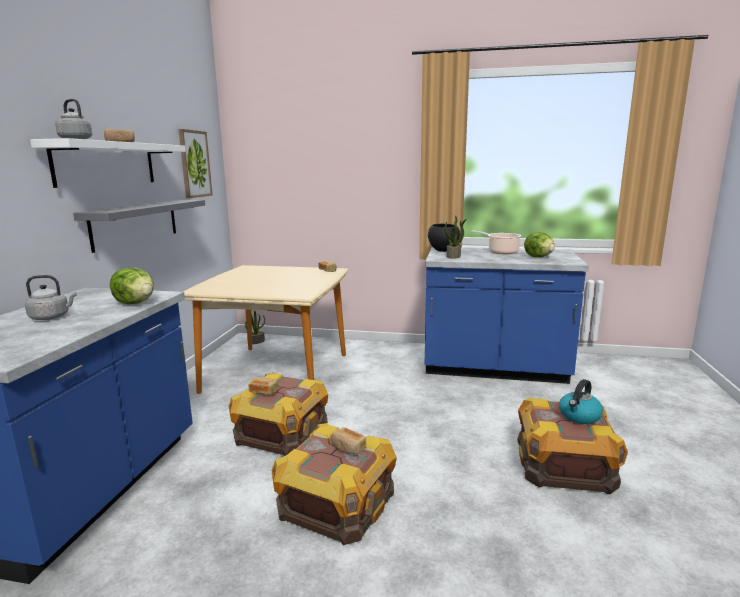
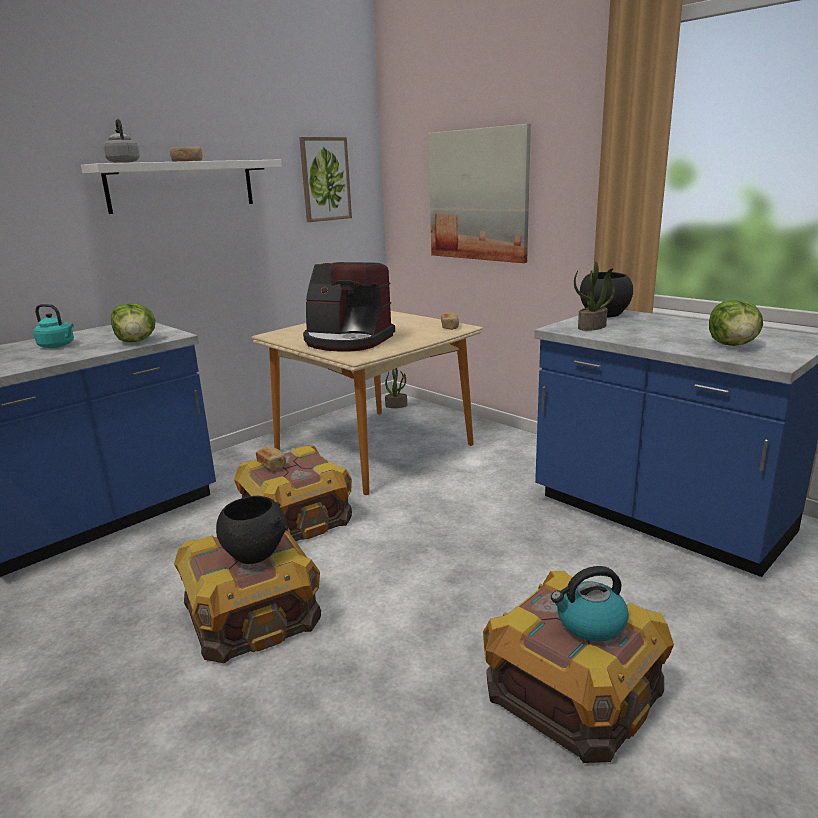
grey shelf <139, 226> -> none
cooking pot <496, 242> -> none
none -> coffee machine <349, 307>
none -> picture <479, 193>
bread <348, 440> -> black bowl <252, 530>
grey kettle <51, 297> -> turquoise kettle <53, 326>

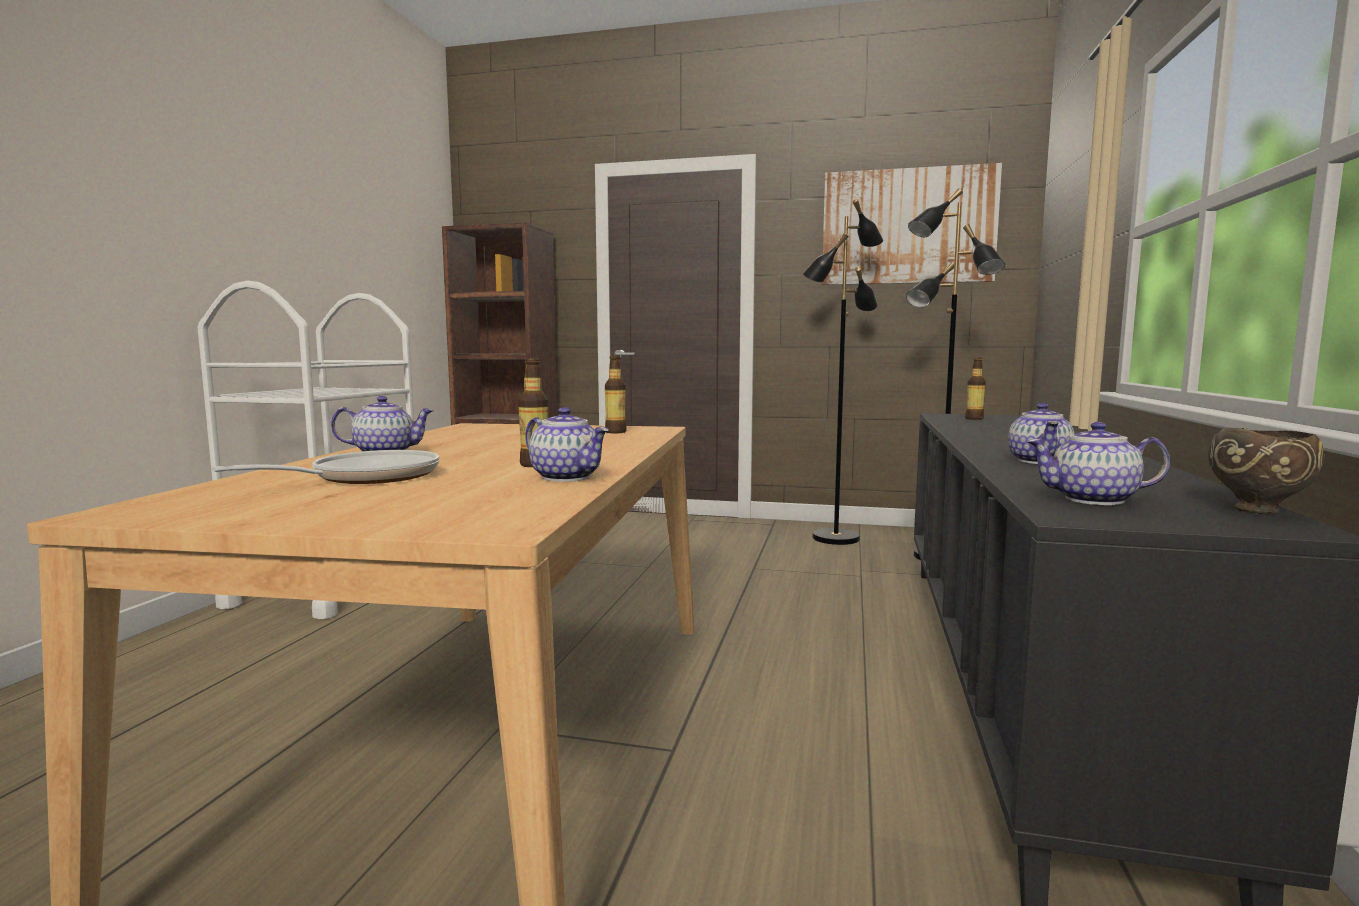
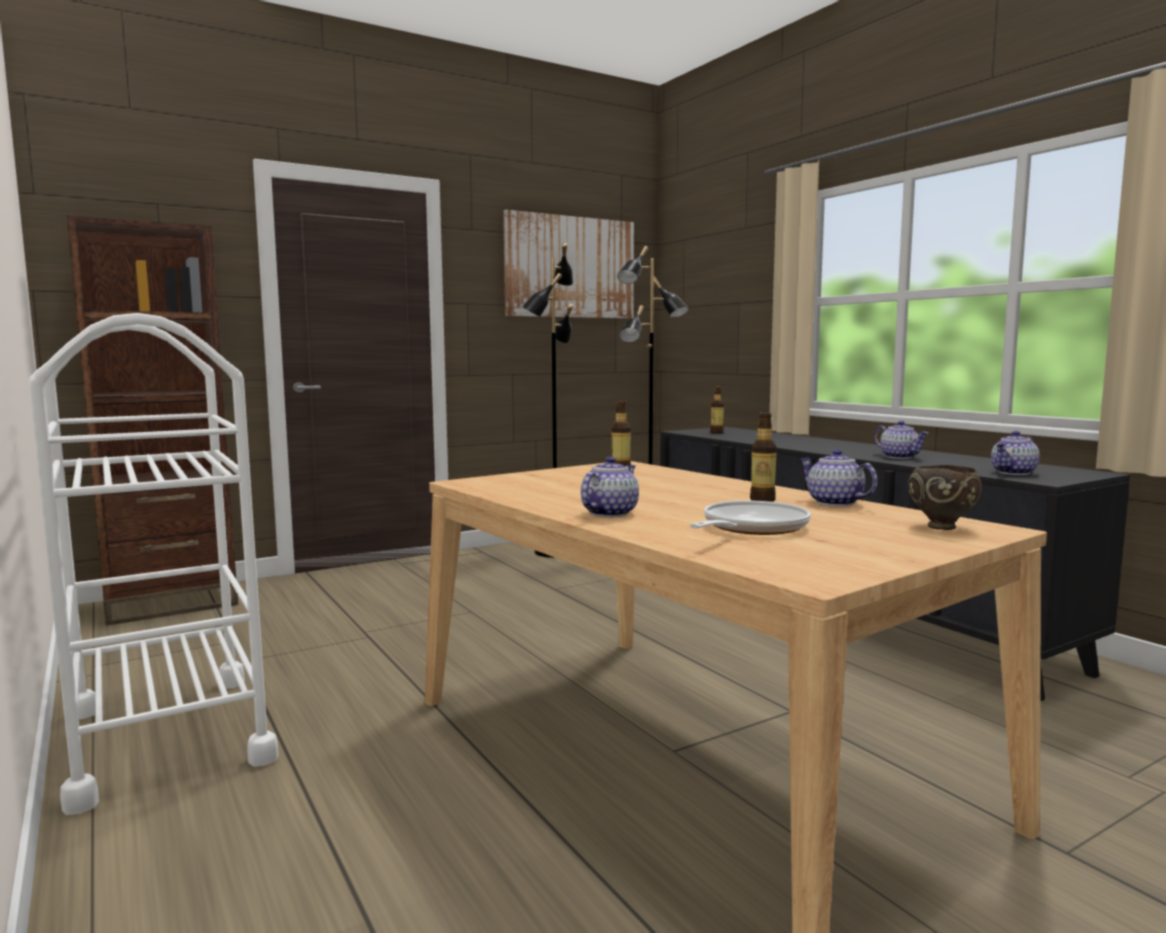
brown bowl <1266, 471> -> brown bowl <945, 497>, moved
frying pan <326, 467> -> frying pan <750, 517>, 45 degrees clockwise
teapot <567, 444> -> teapot <839, 477>, 120 degrees counterclockwise

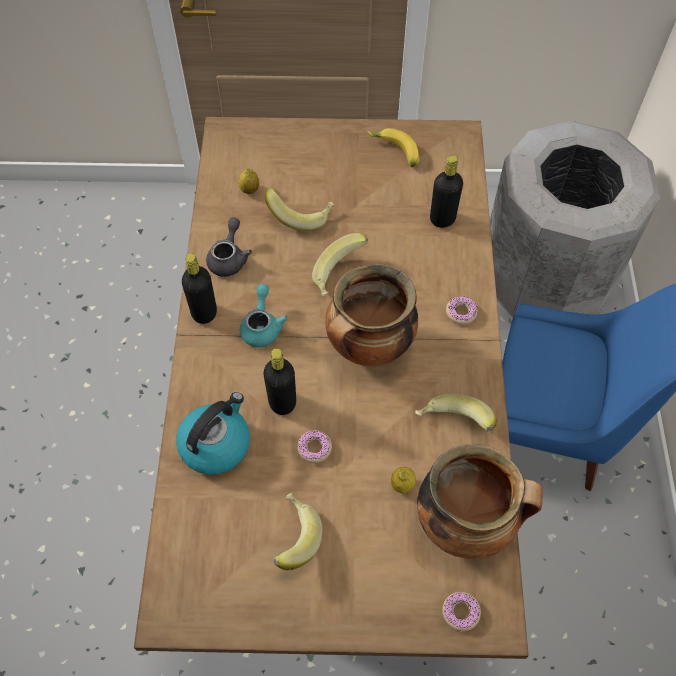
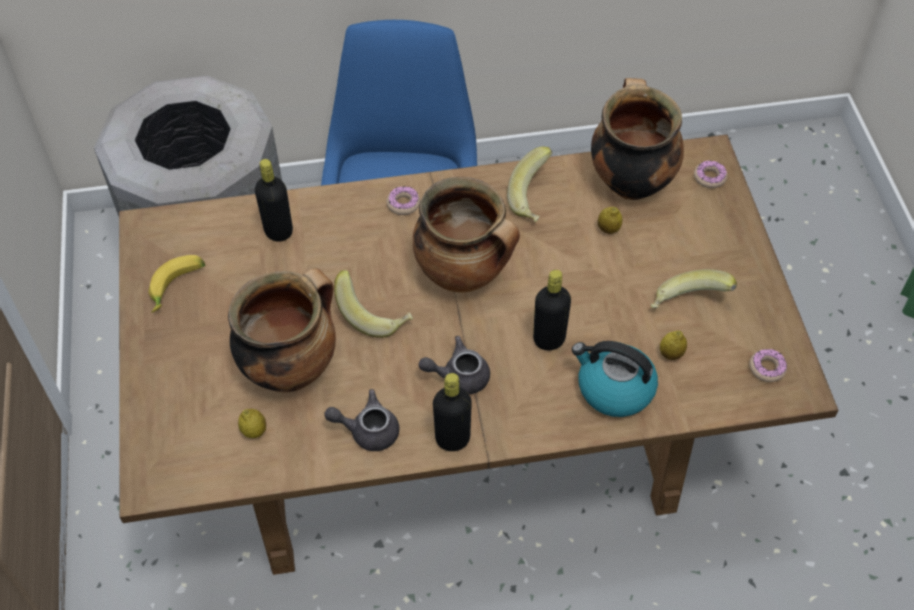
none -> lemon <673, 345>
donut <314, 446> -> donut <768, 365>, moved
banana <300, 210> -> cooking pot <282, 330>
turquoise teapot <264, 316> -> grey teapot <454, 365>

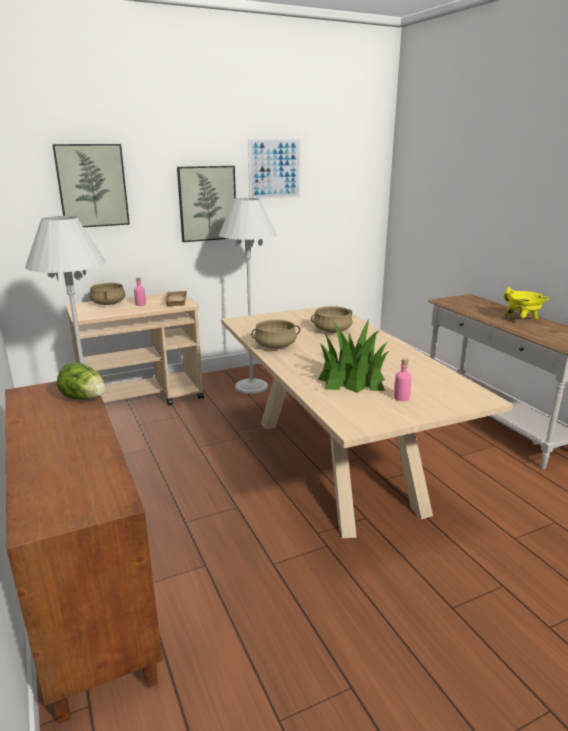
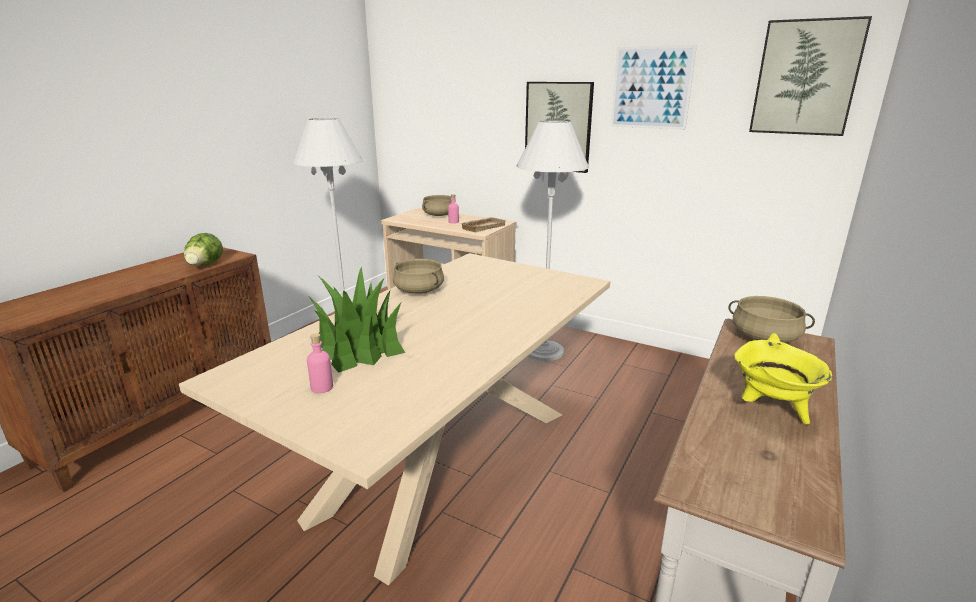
picture <91, 185> -> picture <810, 76>, moved
beige cooking pot <332, 319> -> beige cooking pot <771, 319>, moved

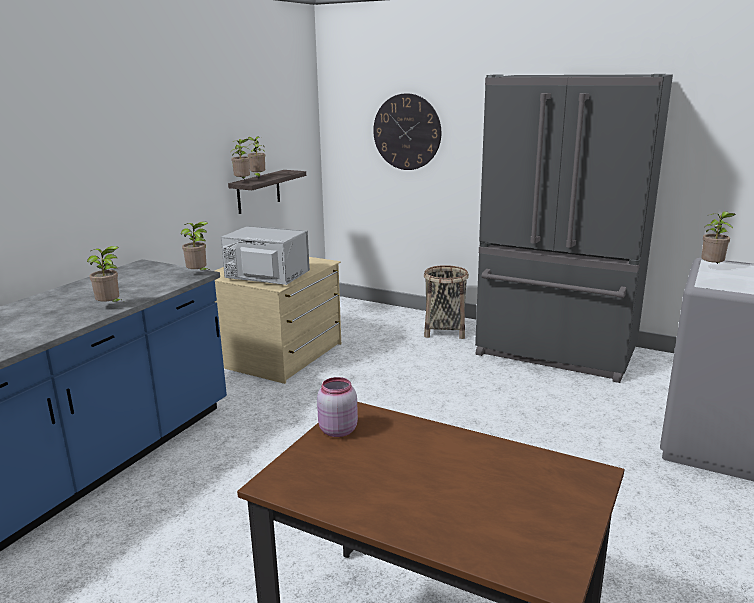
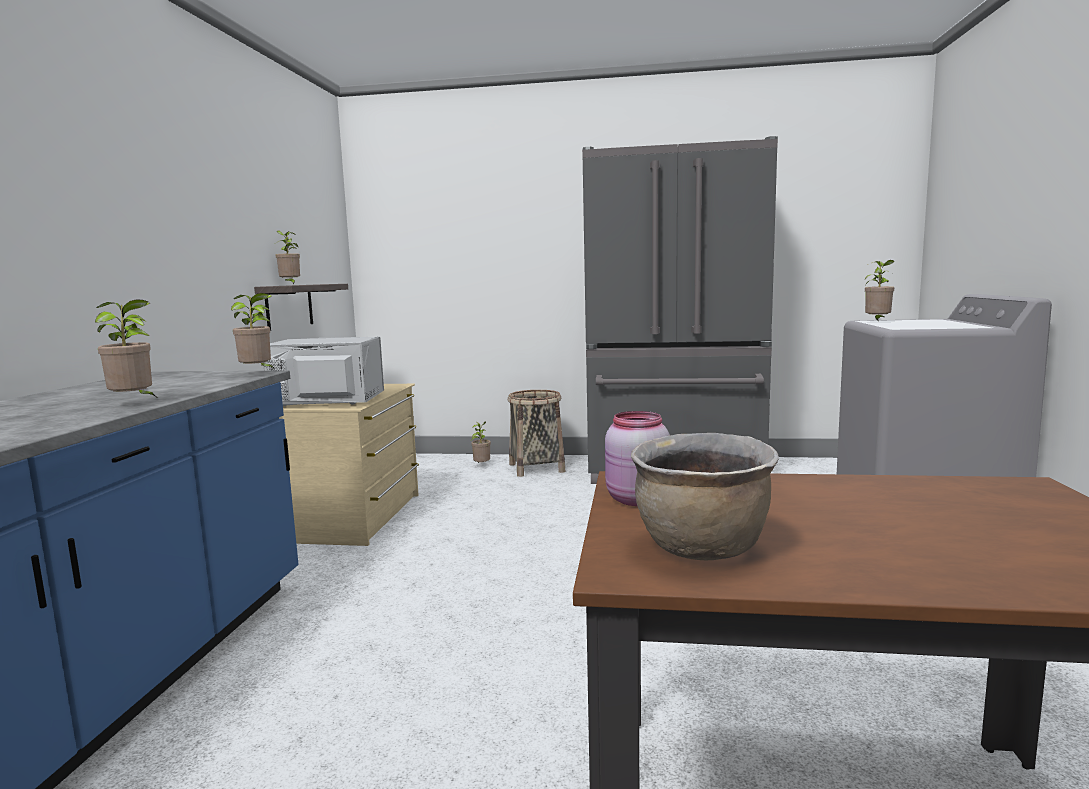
wall clock <407, 131> -> none
none -> brown cooking pot <705, 496>
potted plant <240, 159> -> potted plant <481, 442>, moved

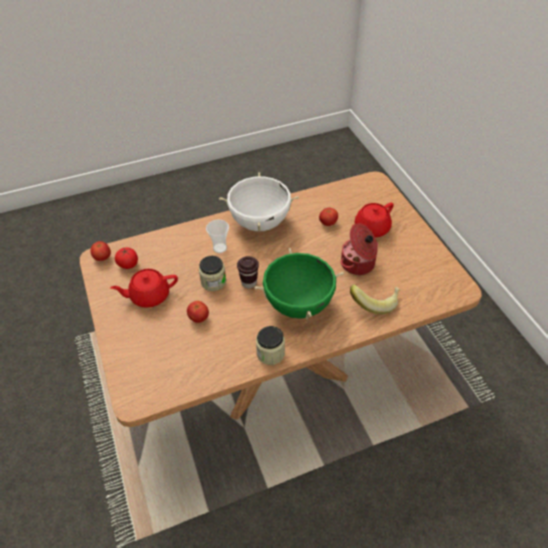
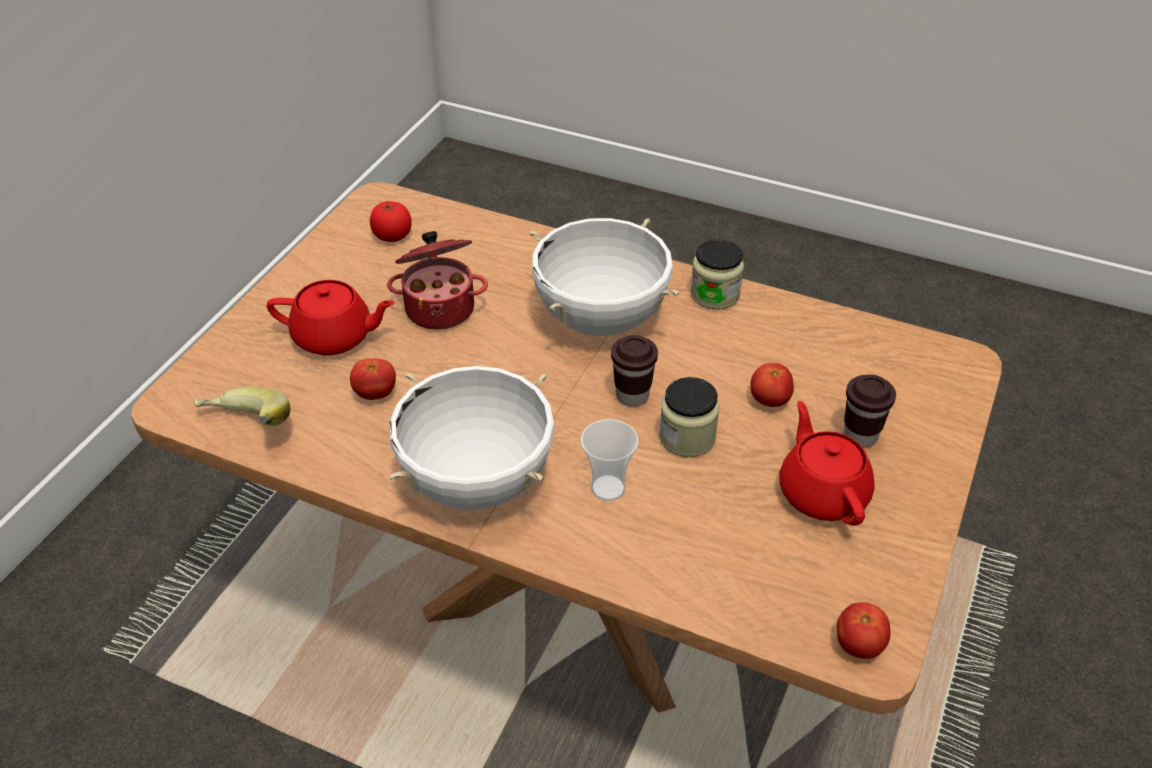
none -> brown cup <870, 411>
tomato <126, 258> -> tomato <391, 221>, moved
banana <375, 299> -> banana <242, 406>, moved
green cooking pot <299, 284> -> white cooking pot <604, 277>
red teapot <144, 288> -> red teapot <827, 463>, 135 degrees counterclockwise

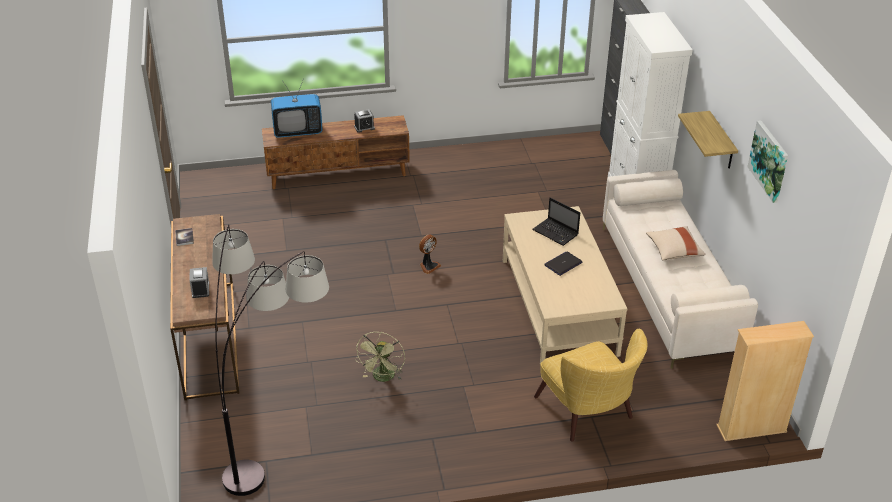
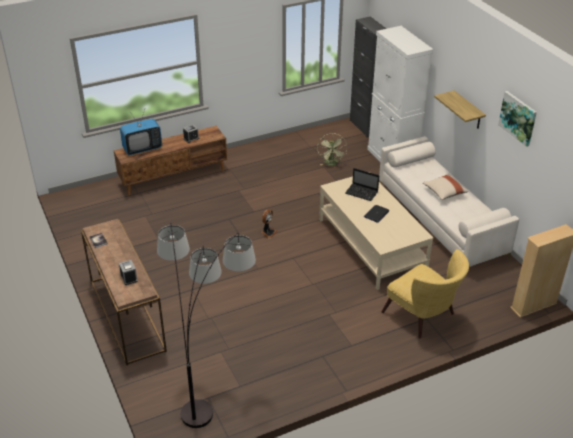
green fan <380, 357> -> green fan <332, 149>, moved

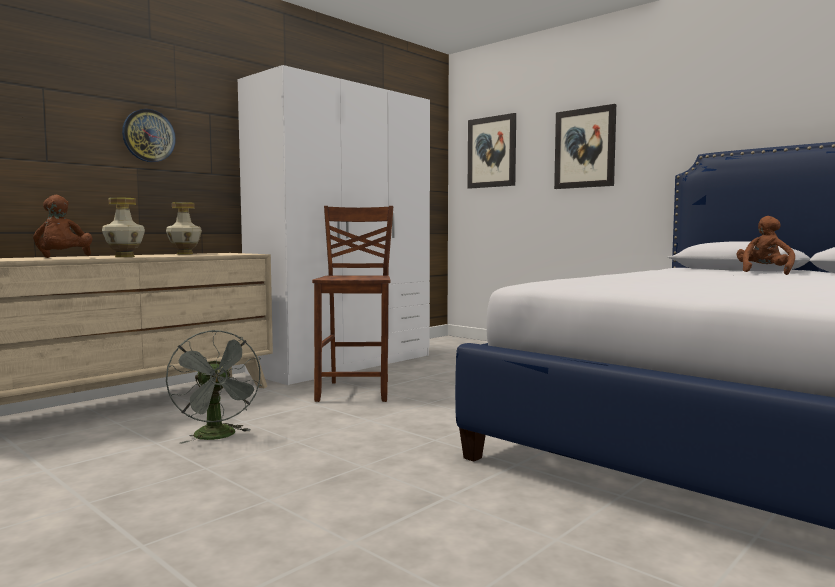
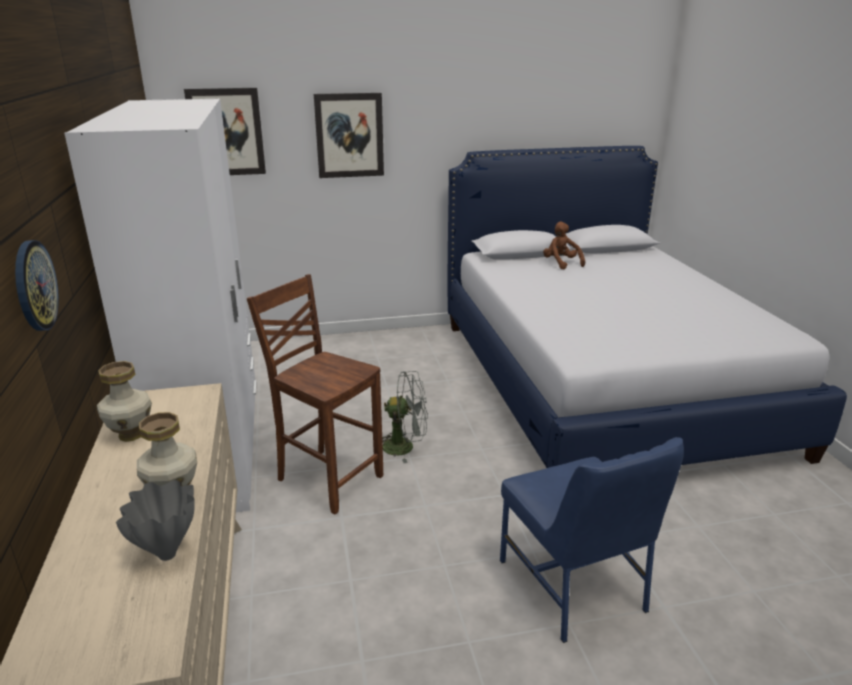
none -> blue chair <592, 540>
grey fan <214, 387> -> grey fan <405, 417>, moved
brown plush toy <63, 226> -> grey vase <155, 520>

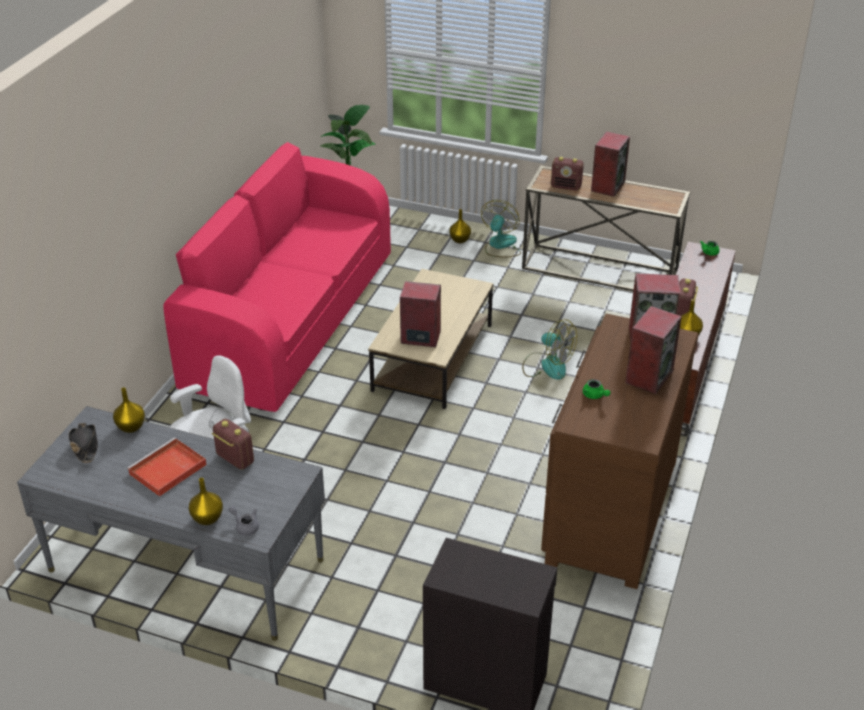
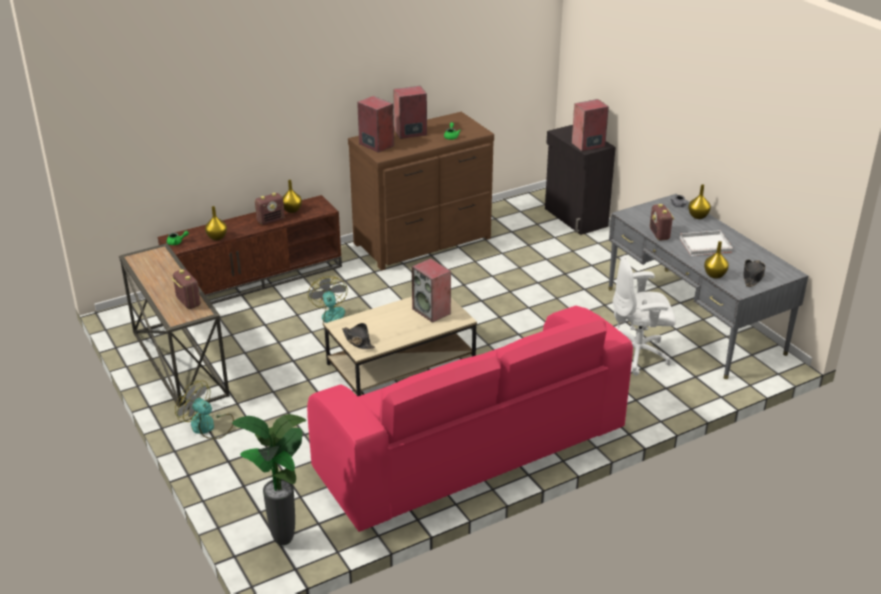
none -> black hat <358, 336>
yellow vase <460, 226> -> yellow vase <216, 223>, moved
speaker <610, 164> -> speaker <590, 125>, moved
red tray <167, 467> -> white tray <706, 243>
fan <501, 229> -> fan <204, 410>, 60 degrees clockwise

